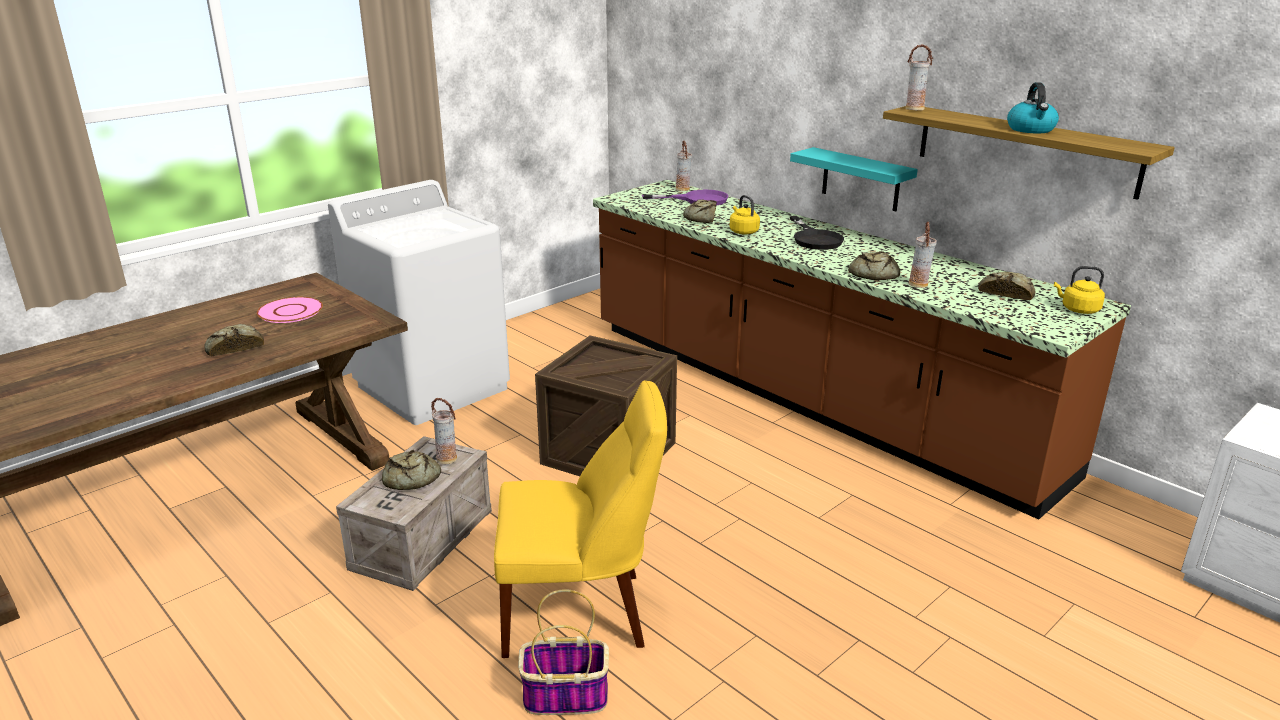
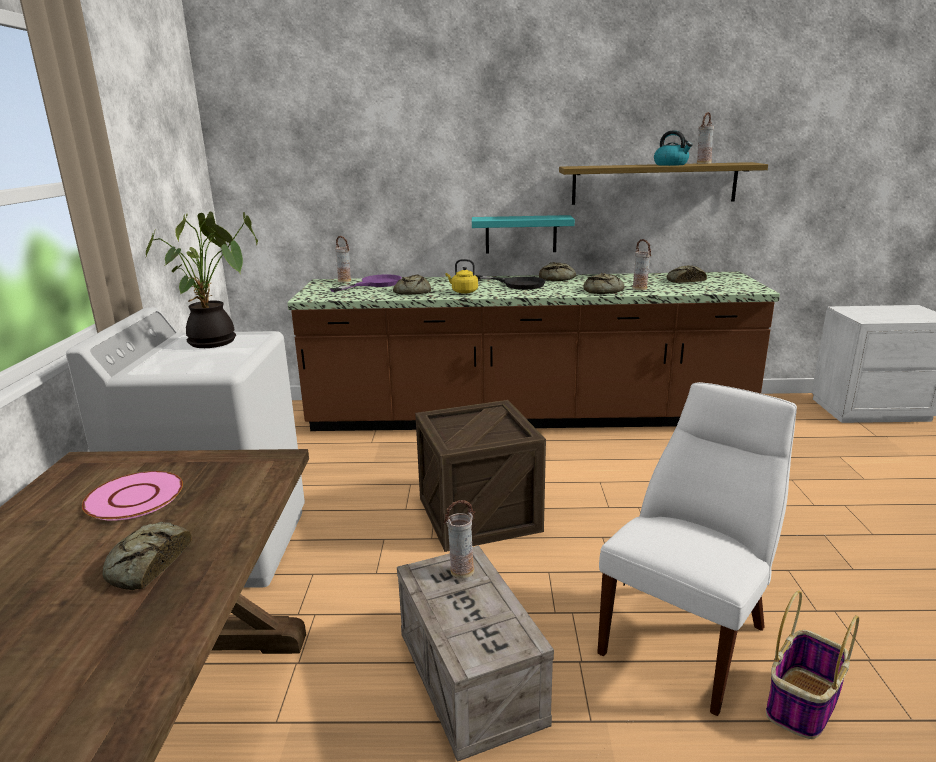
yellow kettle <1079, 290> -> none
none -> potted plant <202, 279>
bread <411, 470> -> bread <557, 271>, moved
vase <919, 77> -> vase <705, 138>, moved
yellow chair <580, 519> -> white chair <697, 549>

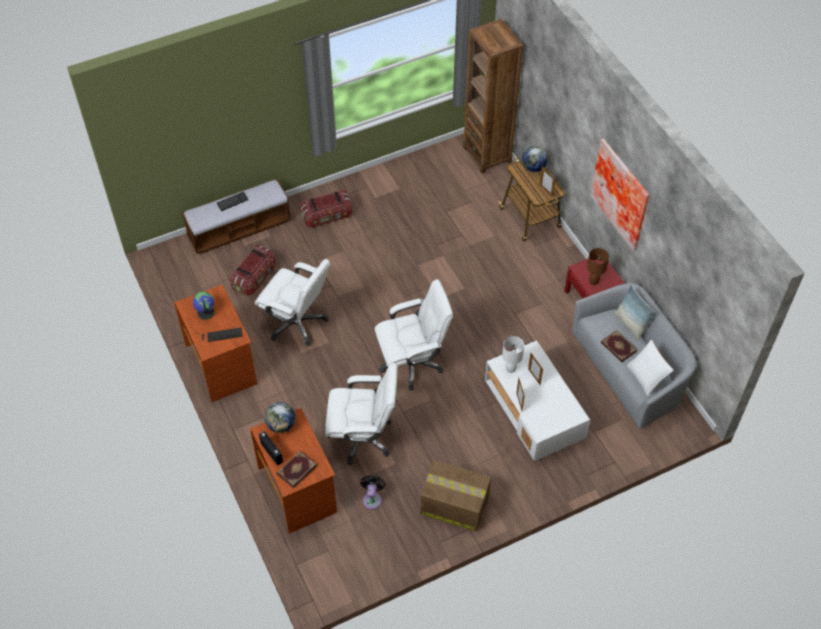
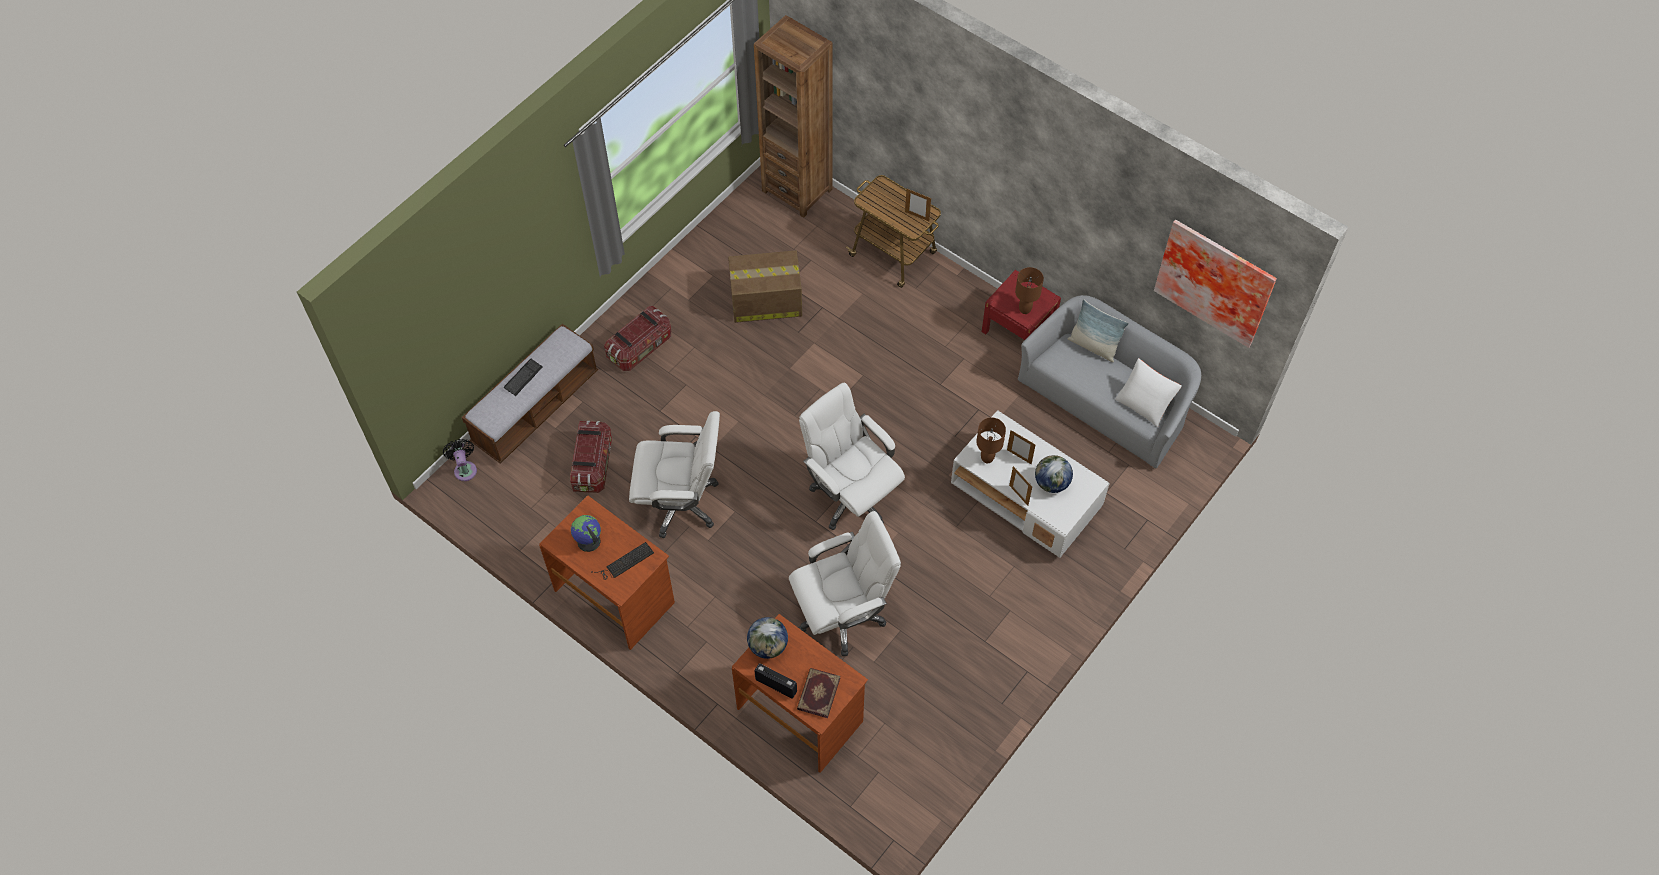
book <619, 346> -> none
black fan <373, 492> -> black fan <460, 460>, moved
cardboard box <455, 496> -> cardboard box <765, 286>, moved
globe <535, 159> -> globe <1054, 474>, moved
picture <619, 194> -> picture <1215, 284>, moved
white table lamp <513, 354> -> brown table lamp <991, 440>
white office chair <414, 334> -> white office chair <852, 456>, 90 degrees counterclockwise

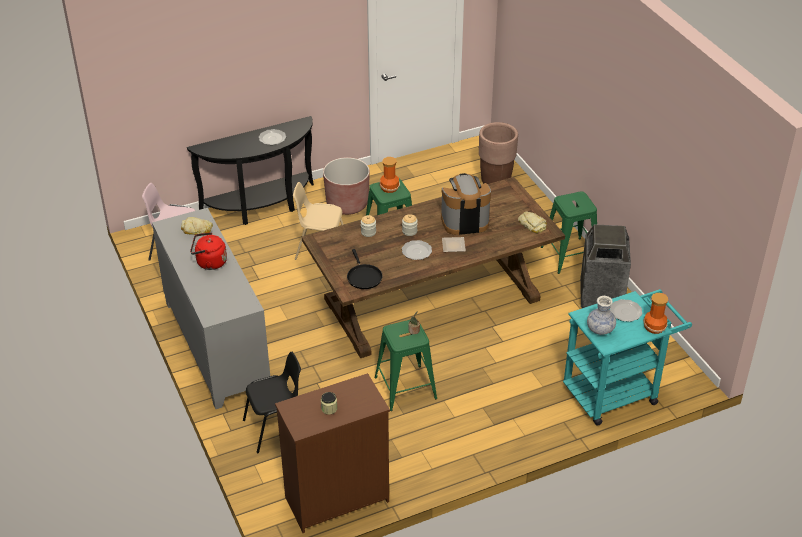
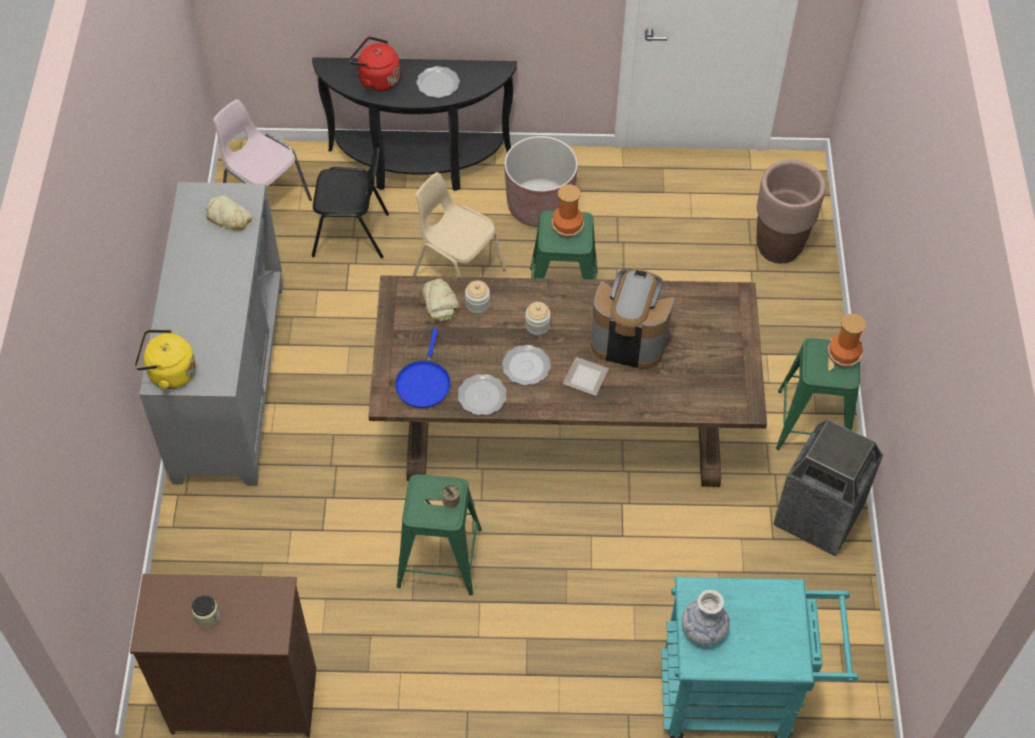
none -> yellow kettle <165, 359>
red kettle <208, 251> -> red kettle <375, 64>, moved
black chair <272, 402> -> black chair <350, 203>, moved
bread <532, 222> -> bread <441, 300>, moved
plate <626, 310> -> plate <482, 394>, moved
vase <655, 313> -> vase <847, 340>, moved
black frying pan <365, 269> -> blue frying pan <423, 368>

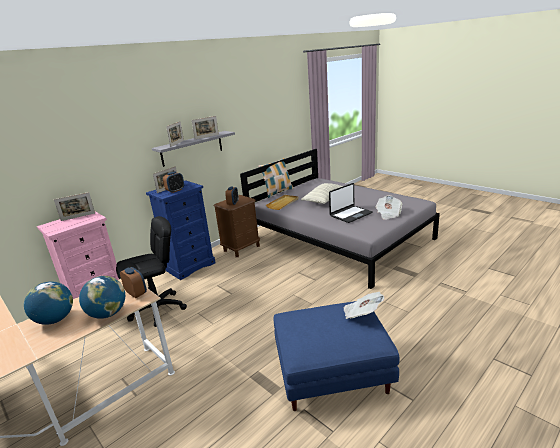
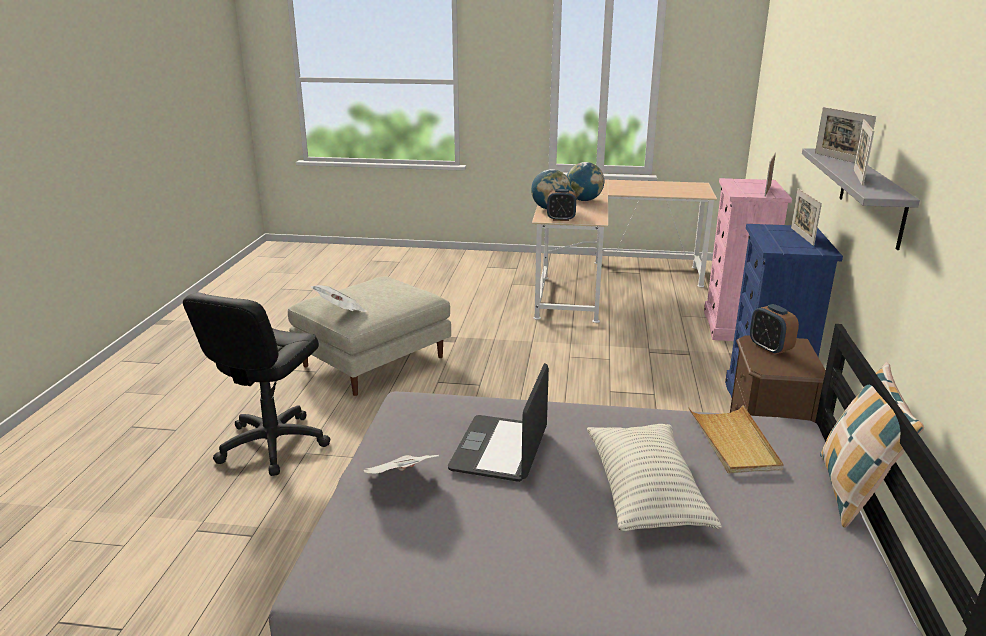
alarm clock <173, 182> -> none
black office chair <151, 271> -> black office chair <256, 384>, moved
blue ottoman <336, 356> -> beige ottoman <369, 336>

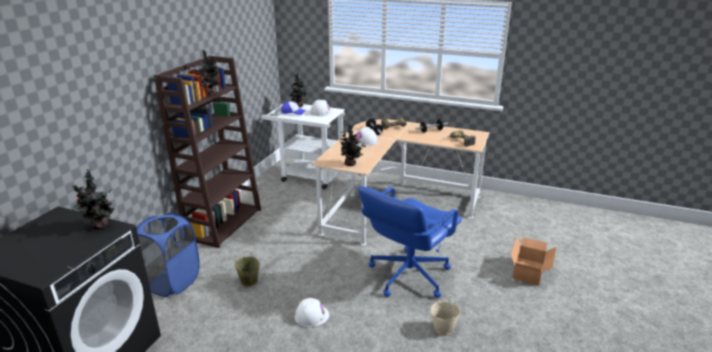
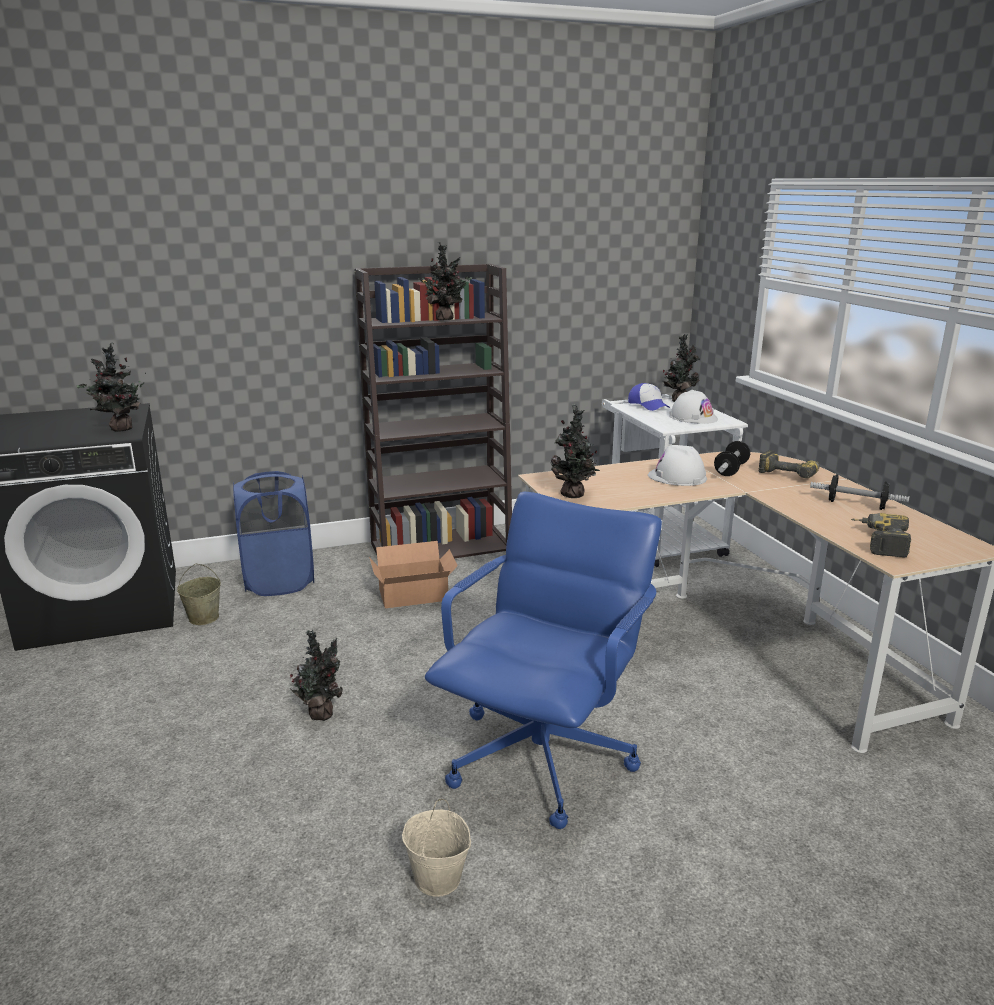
beige bucket <247, 268> -> beige bucket <199, 594>, moved
cardboard box <534, 260> -> cardboard box <413, 574>, moved
white hard hat <312, 312> -> potted plant <316, 675>
blue office chair <410, 242> -> blue office chair <543, 660>, 120 degrees clockwise

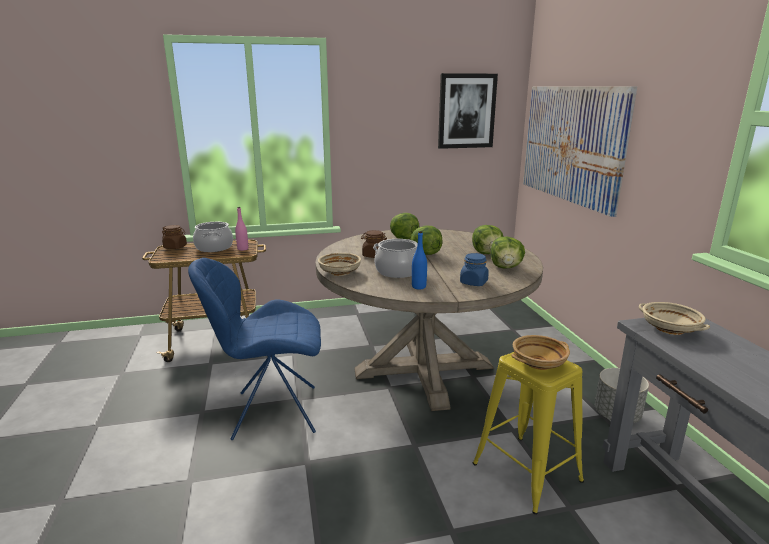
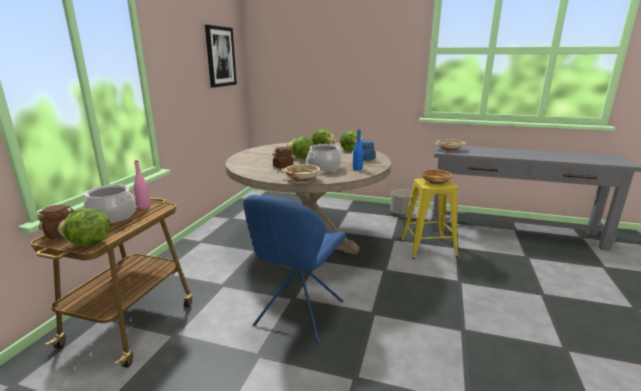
picture <580, 151> -> none
lettuce <404, 226> -> lettuce <84, 227>, moved

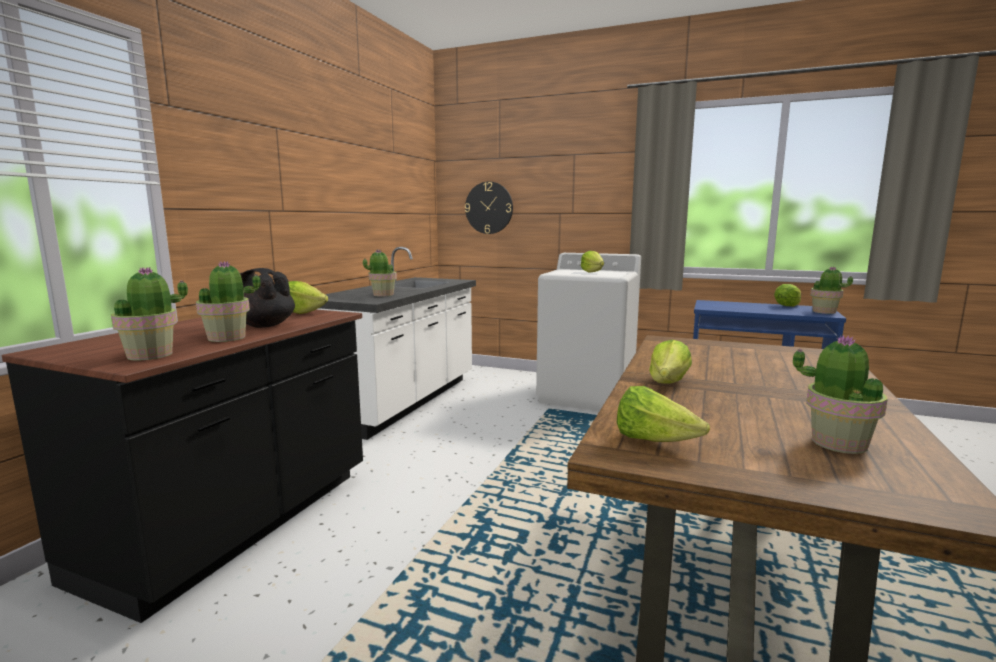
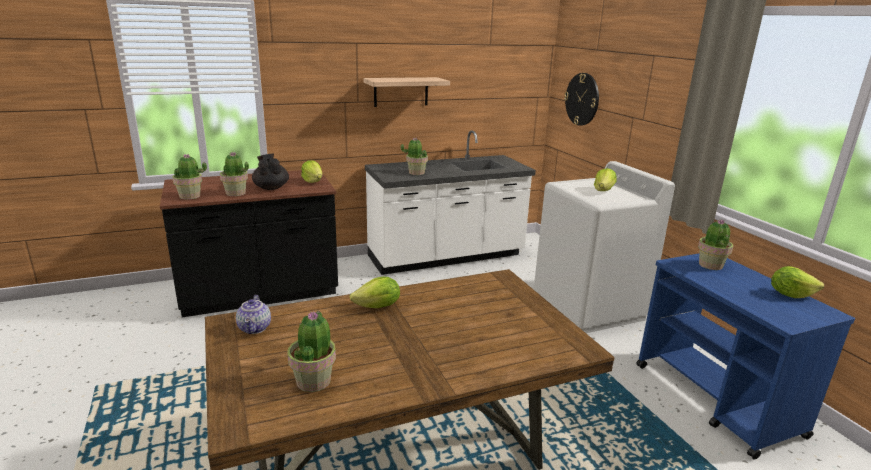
none -> shelf <407, 92>
potted plant <831, 290> -> potted plant <716, 244>, moved
lettuce <663, 414> -> teapot <253, 314>

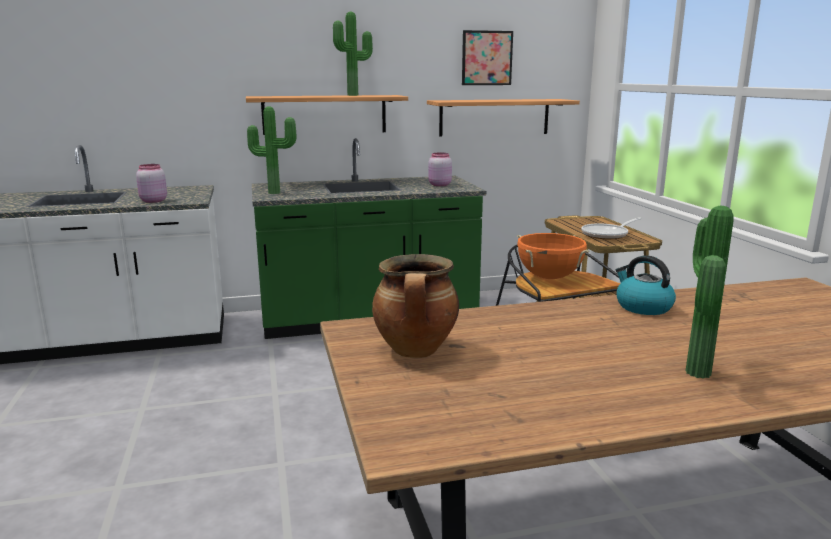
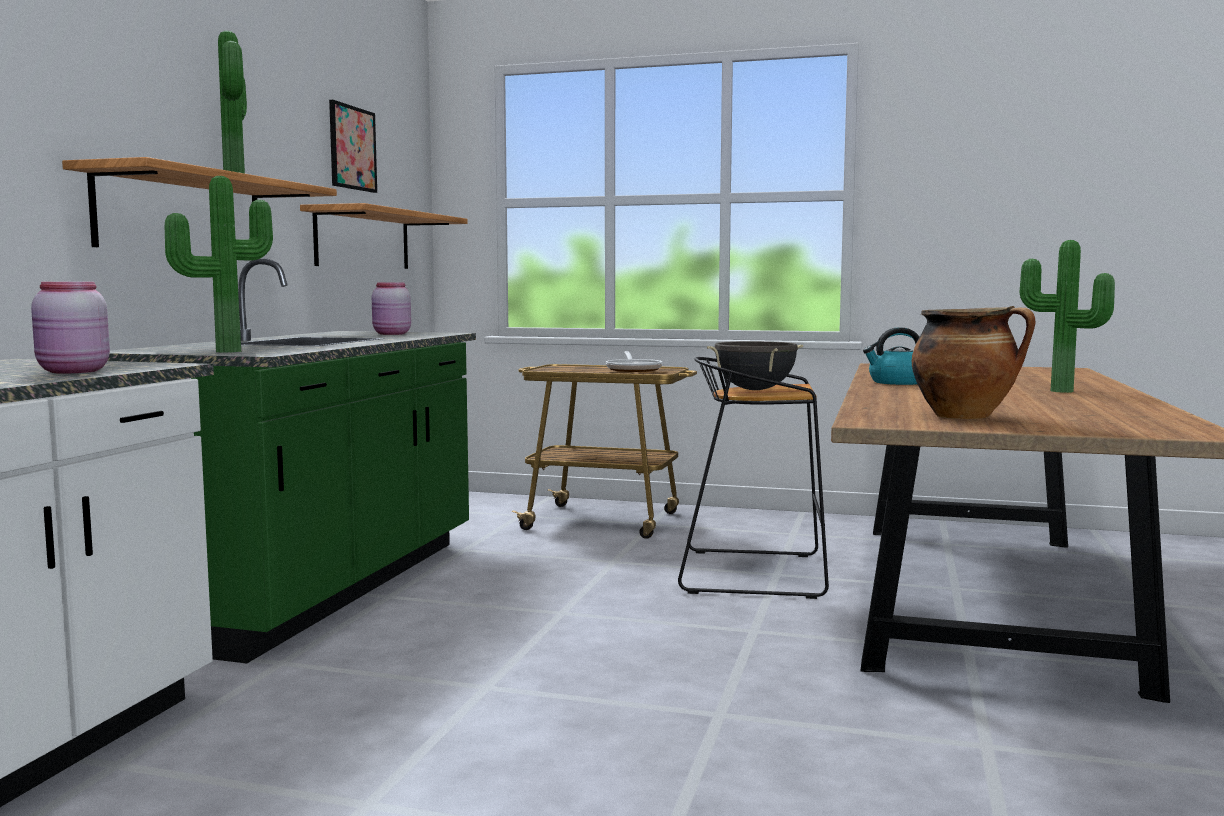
orange cooking pot <553, 256> -> black cooking pot <755, 365>

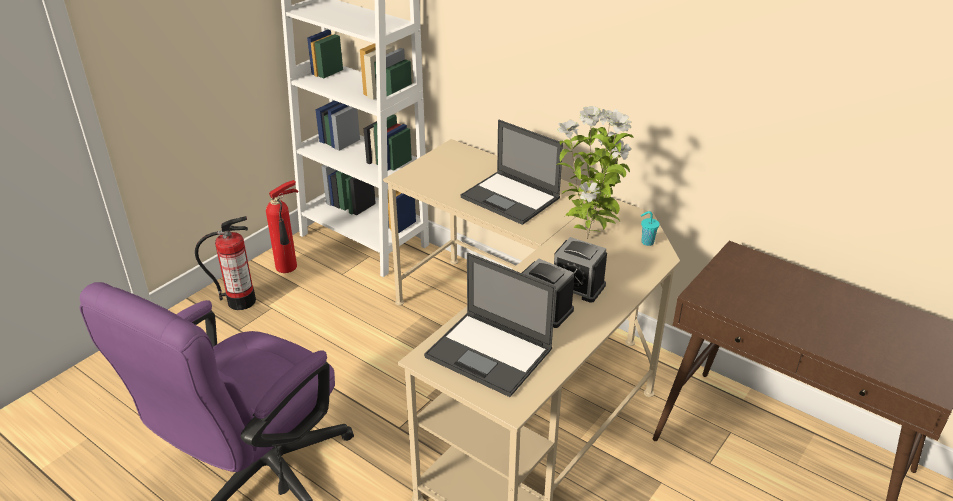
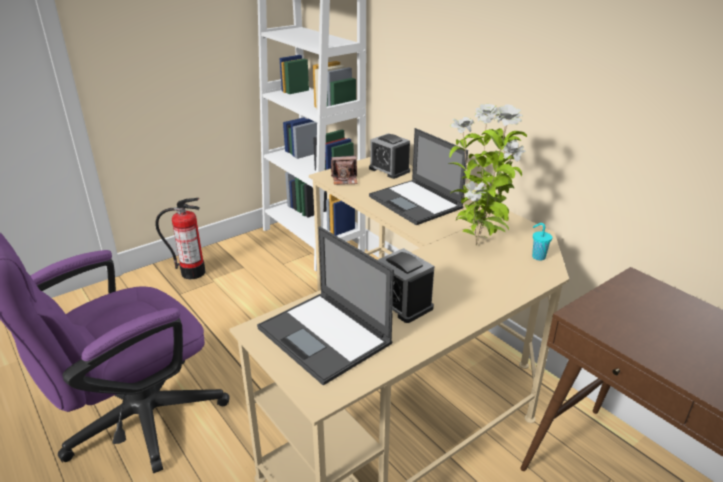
fire extinguisher <282, 226> -> none
none -> photo camera <344, 170>
alarm clock <580, 270> -> alarm clock <389, 156>, moved

